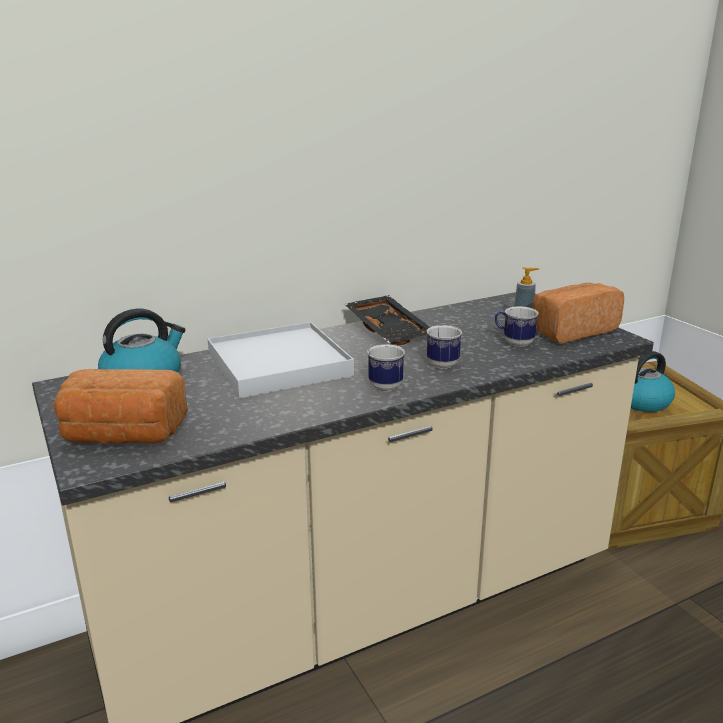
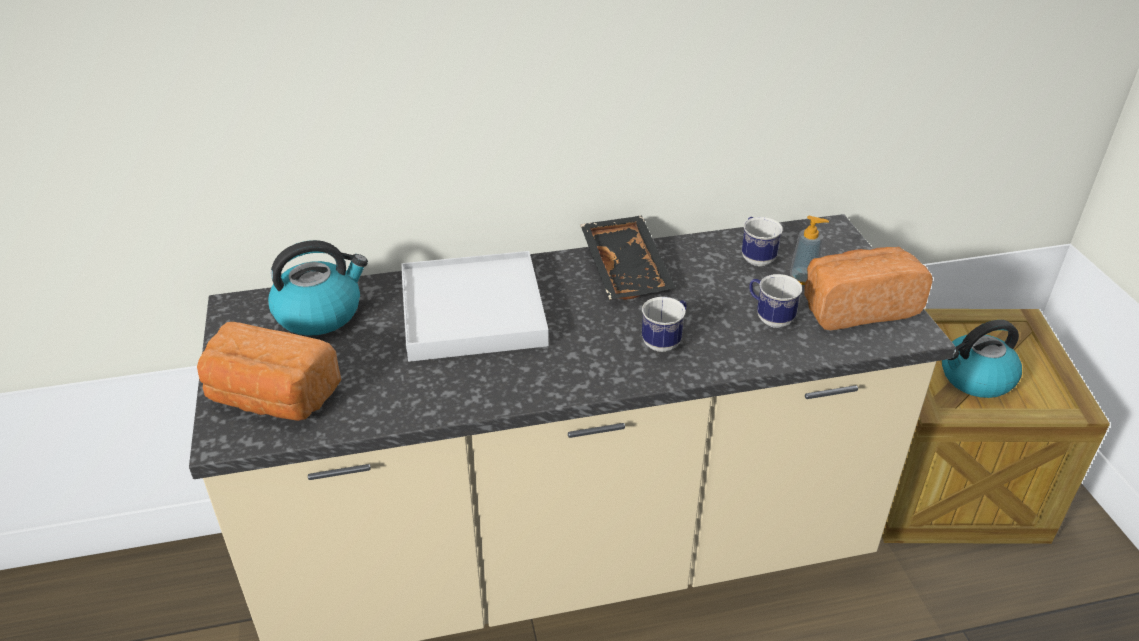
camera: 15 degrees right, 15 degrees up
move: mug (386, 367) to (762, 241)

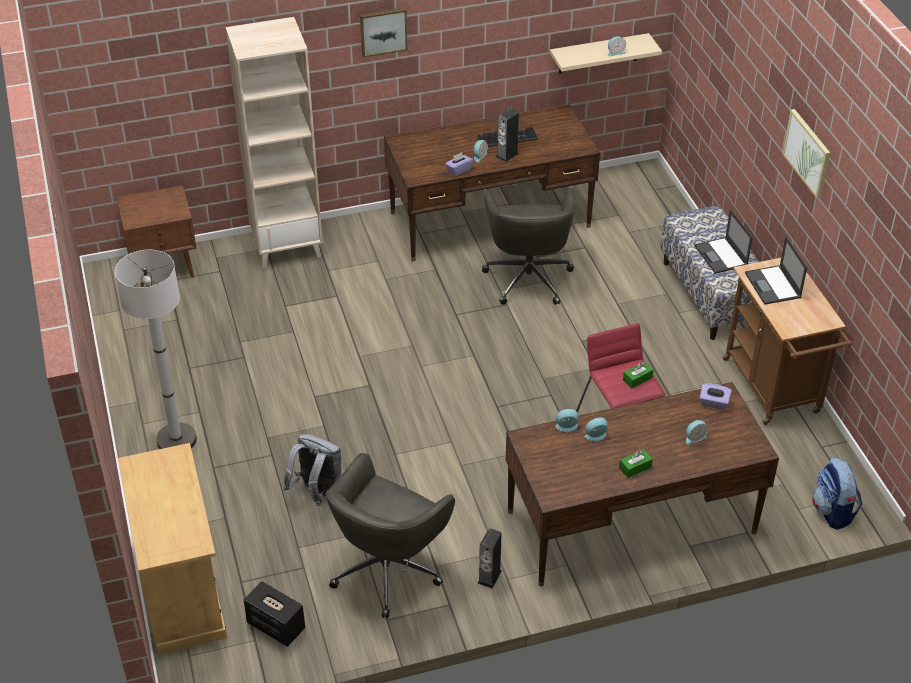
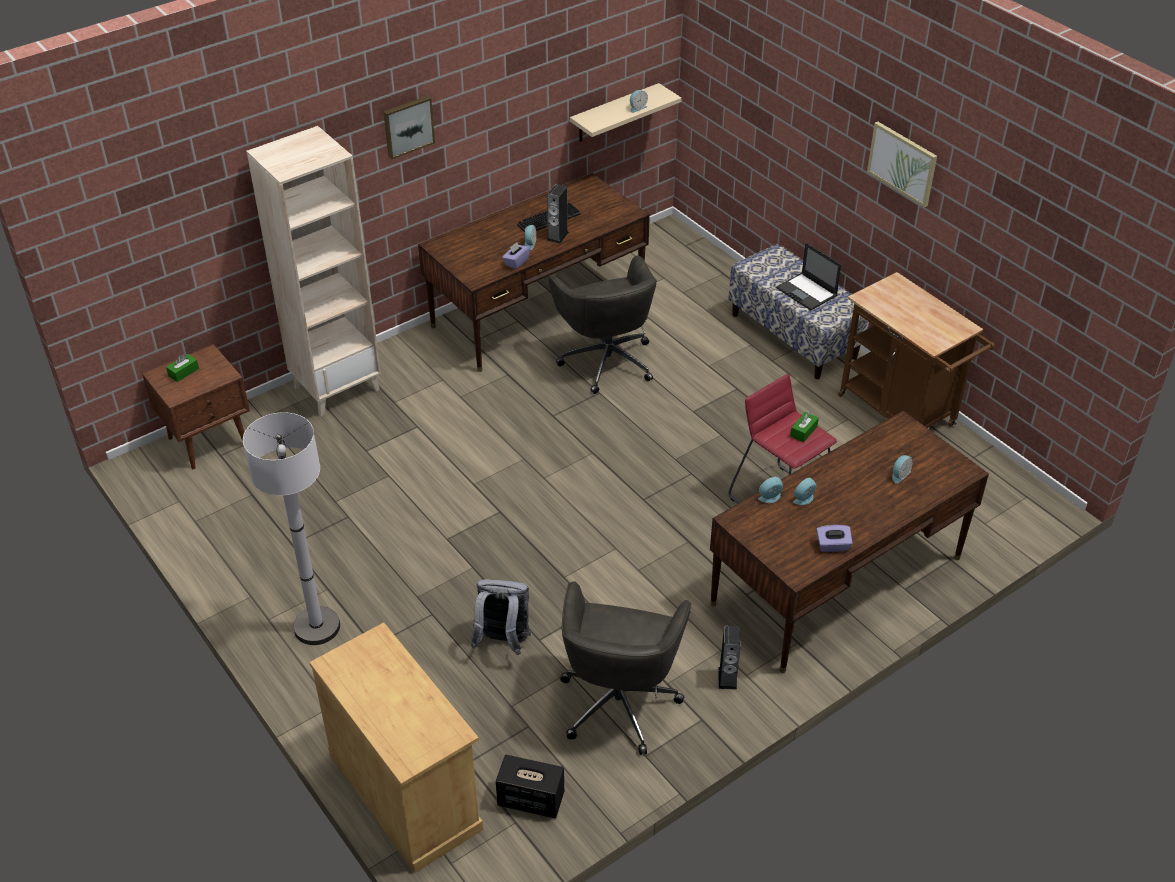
camera: 20 degrees left, 0 degrees up
delete: laptop (776, 270); backpack (837, 493)
move: tissue box in purple (716, 396) to (834, 538); tissue box in green (636, 463) to (182, 368)

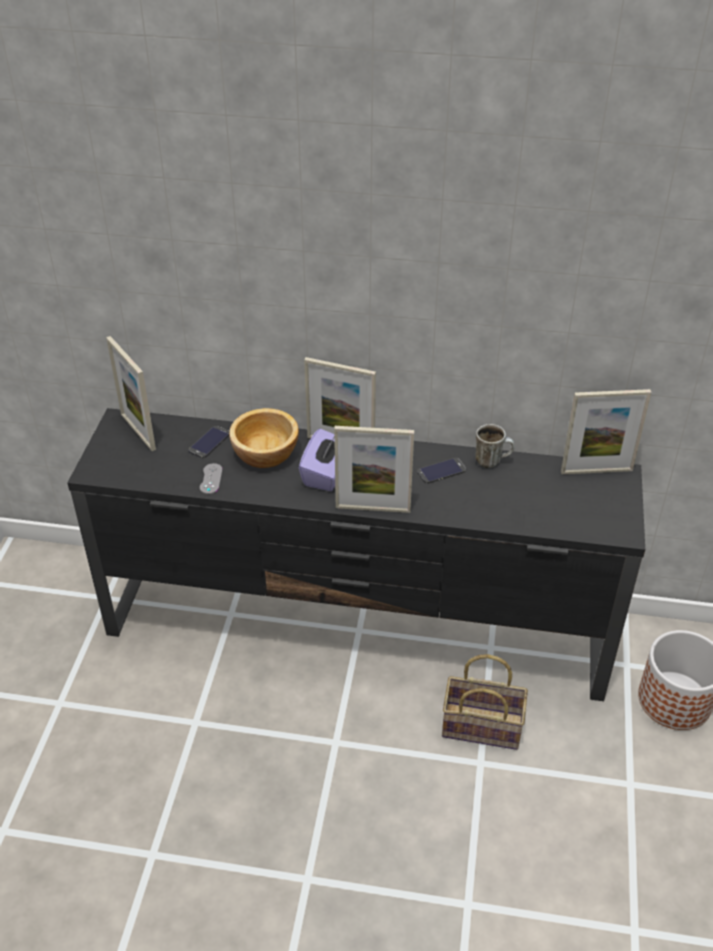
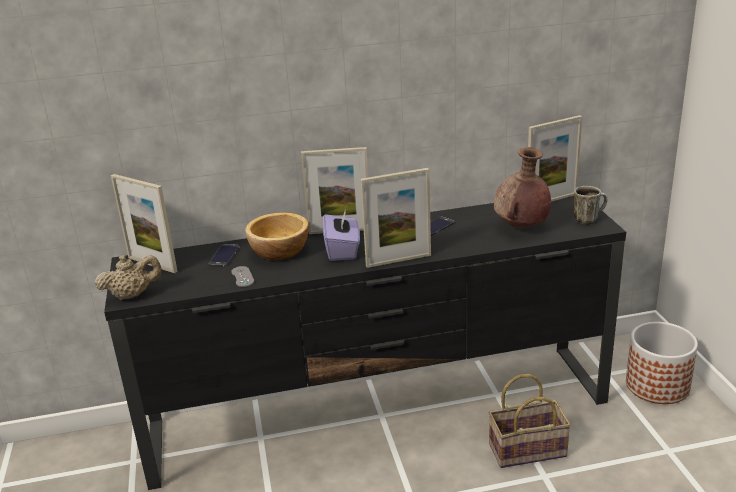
camera: 20 degrees left, 15 degrees down
insert: vase in brown (522, 187); teapot in beige (128, 277)
move: mug (495, 446) to (590, 205)

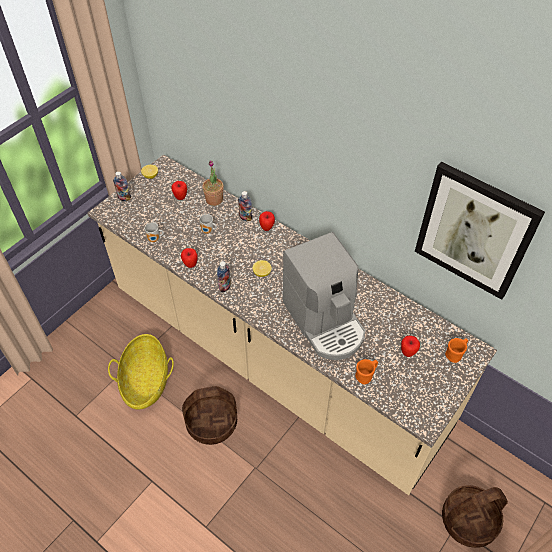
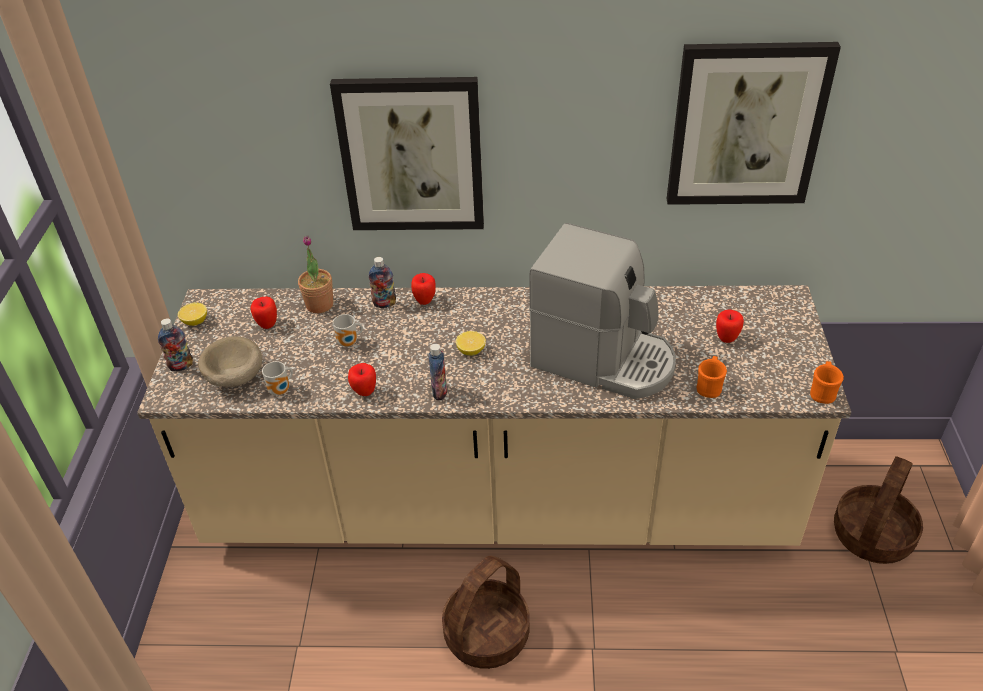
camera: 35 degrees left, 10 degrees down
delete: basket (141, 372)
insert: picture (407, 153); bowl in beige (230, 361)
move: mug in orange (456, 350) to (827, 382)

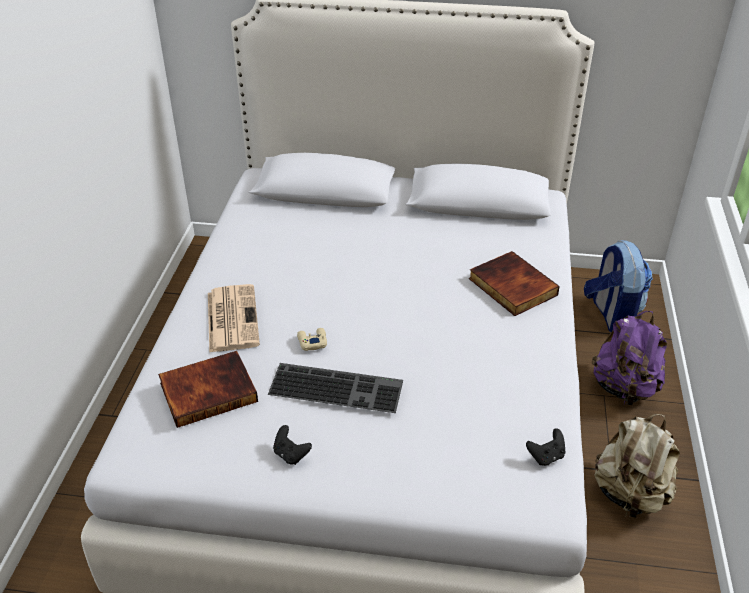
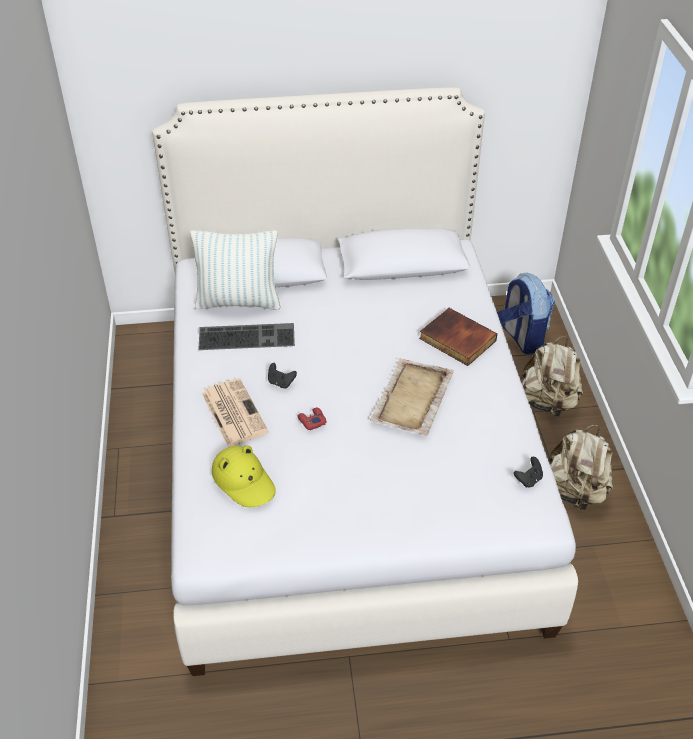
camera: 15 degrees left, 5 degrees up
insert: pillow (235, 270); tray in beige (412, 397)
move: keyboard (335, 388) to (246, 336); game controller in black (292, 445) to (282, 375)
replace: book (208, 389) to hat in yellow (244, 476)
recolor: backpack in purple (629, 358) to backpack in beige (551, 376); game controller in beige (312, 339) to game controller in red (311, 419)

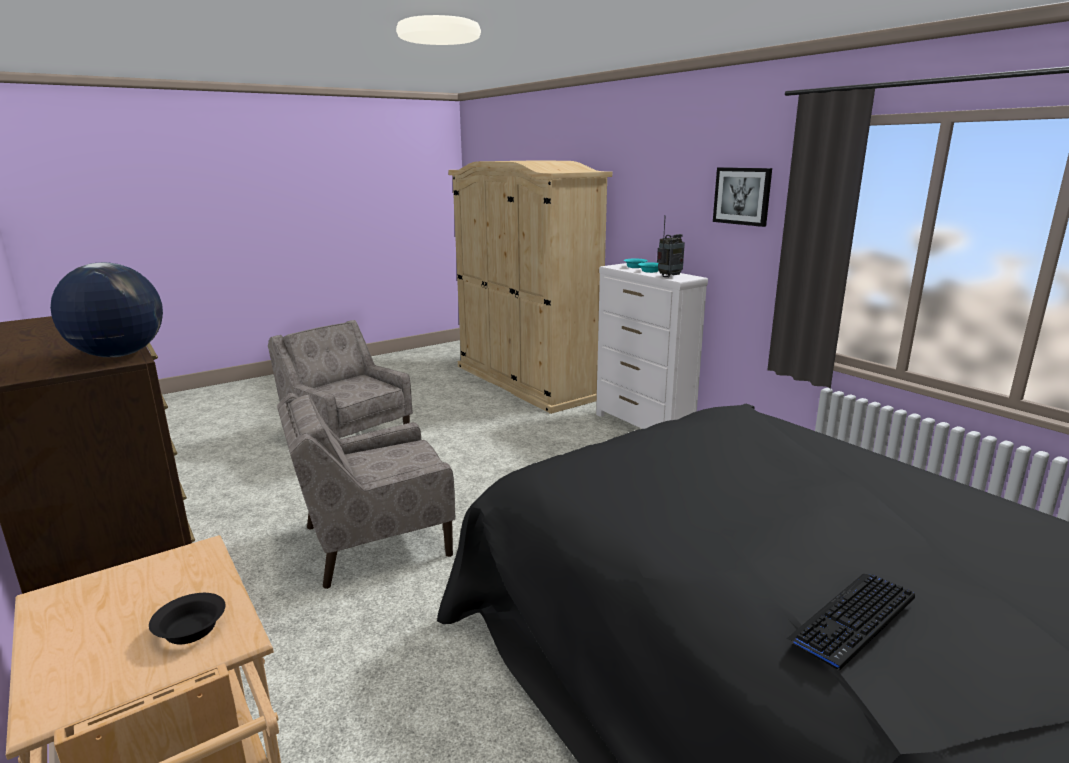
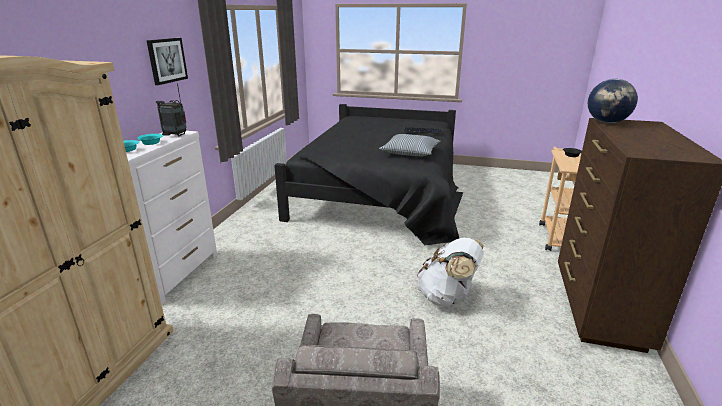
camera: 130 degrees left, 5 degrees up
insert: pillow (409, 145)
replace: armchair in beige (366, 491) to backpack in white (450, 272)

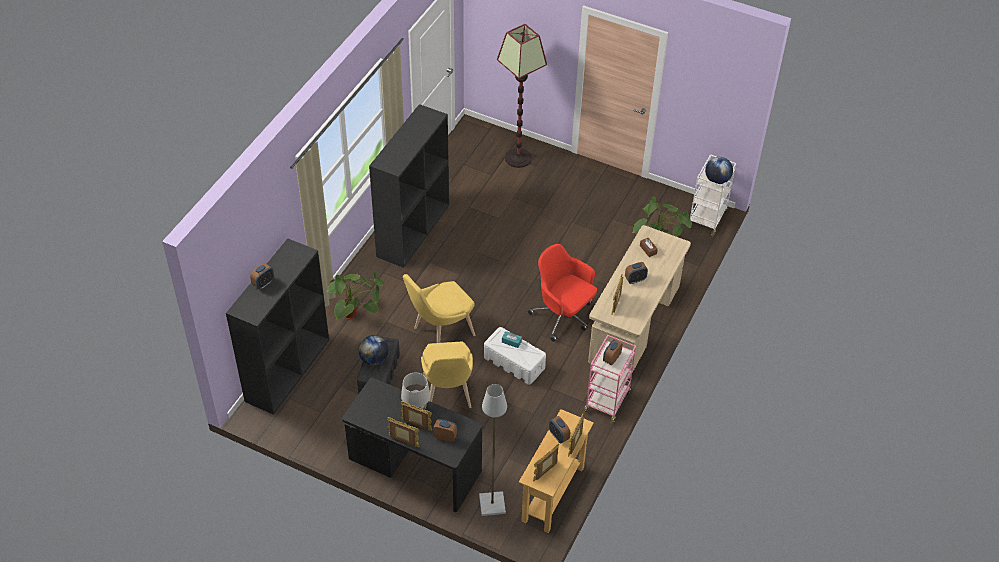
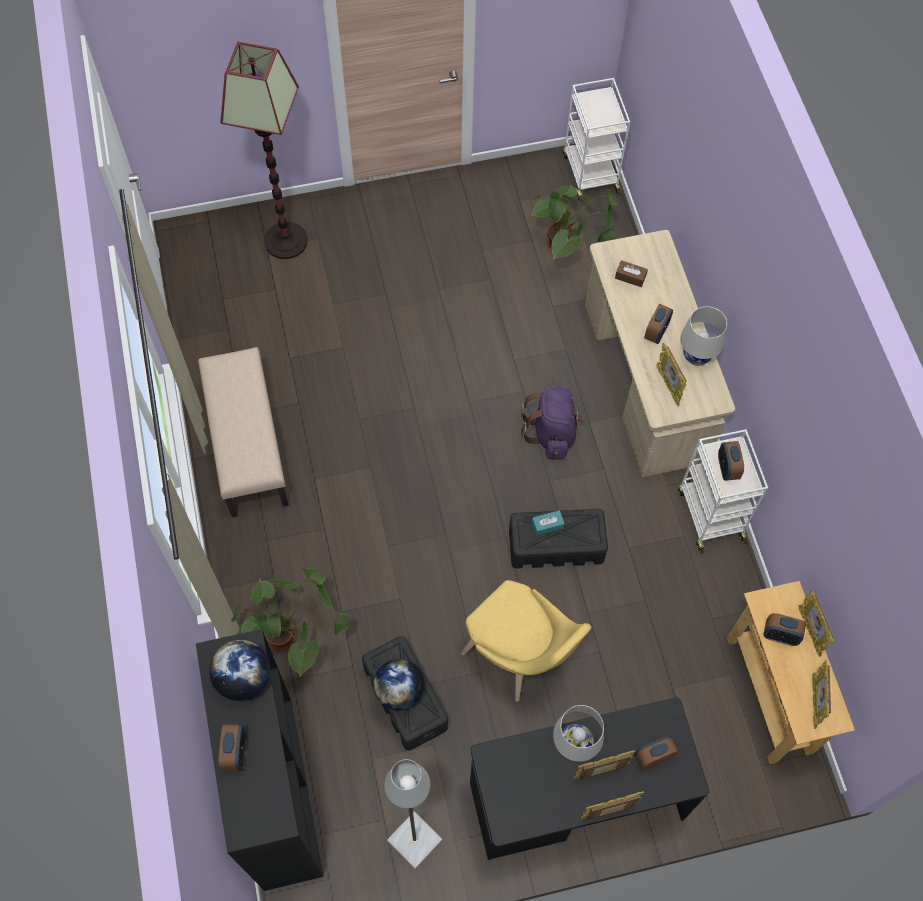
camera: 40 degrees left, 15 degrees up
delete: chair in yellow (439, 308)
insert: table lamp in white (703, 335)
move: globe (719, 170) to (239, 670); floor lamp in grey (493, 450) to (413, 814)
replace: bookcase in black (409, 186) to bench in beige (243, 432); office chair in red (562, 293) to backpack in purple (552, 423)
recolor: storage box in white (515, 356) to storage box in black (558, 539); cart in pink (609, 380) to cart in white (723, 491)

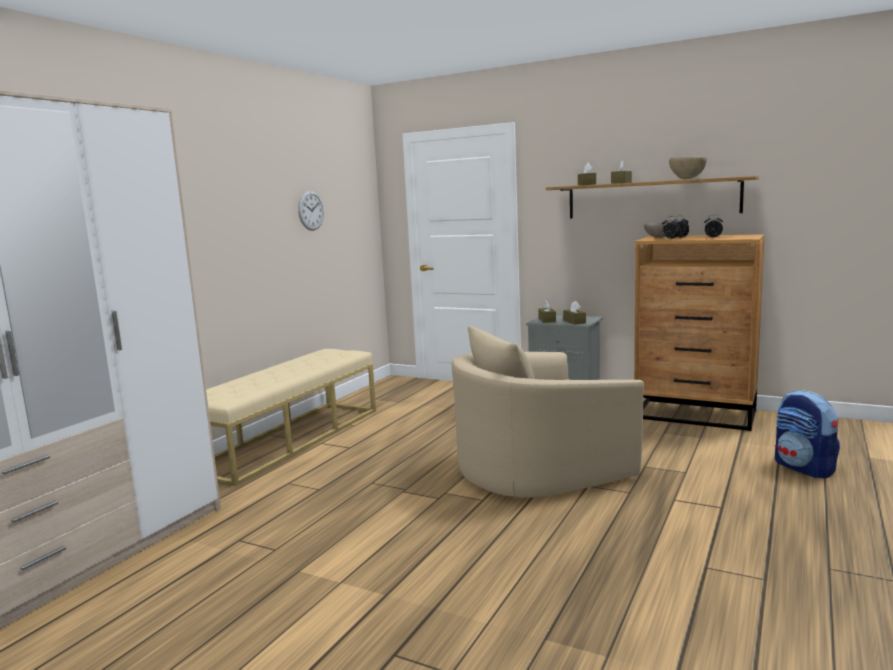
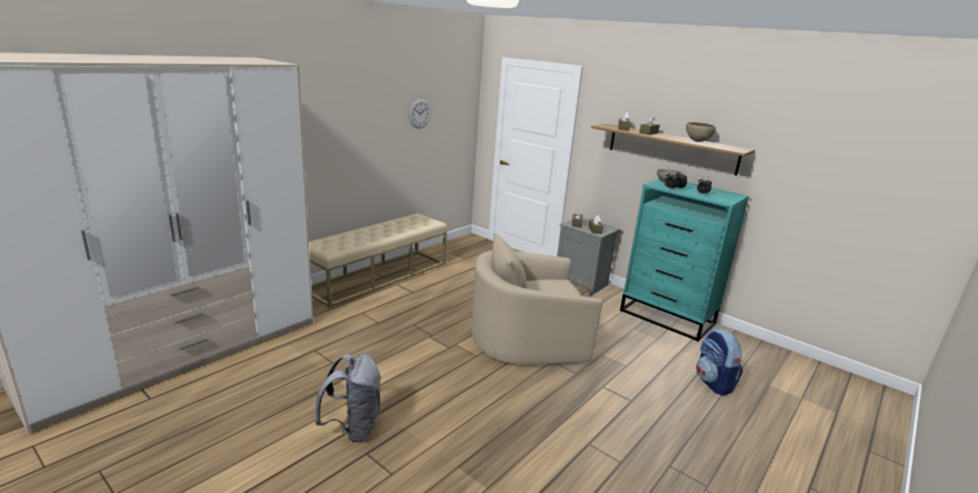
camera: 10 degrees right, 10 degrees up
insert: backpack in grey (348, 398)
recolor: dresser in brown (699, 332) to dresser in turquoise (684, 260)

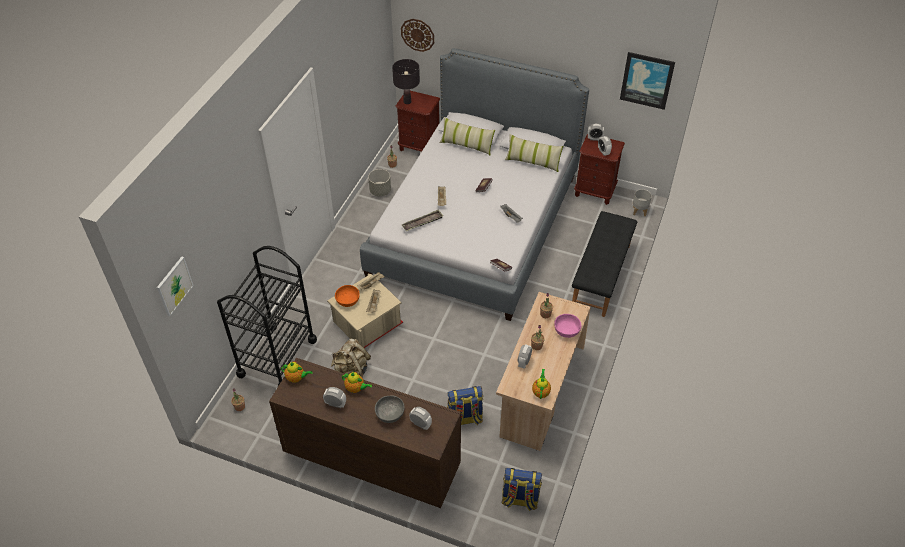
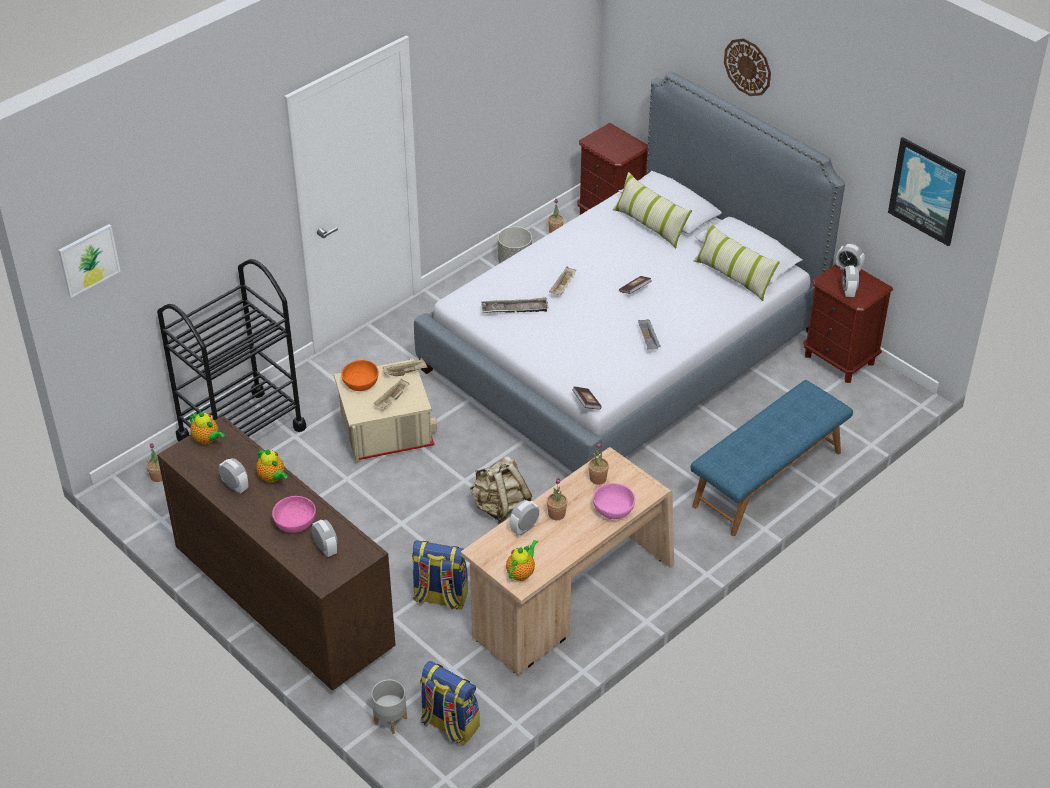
camera: 25 degrees right, 5 degrees down
delete: table lamp in black (406, 81)
move: wall clock (417, 35) to (747, 67); planter in grey (642, 202) to (389, 707); backpack in beige (351, 358) to (501, 490)
recolor: bench in black (604, 264) to bench in blue (772, 458); bowl in grey (390, 409) to bowl in pink (294, 514)

